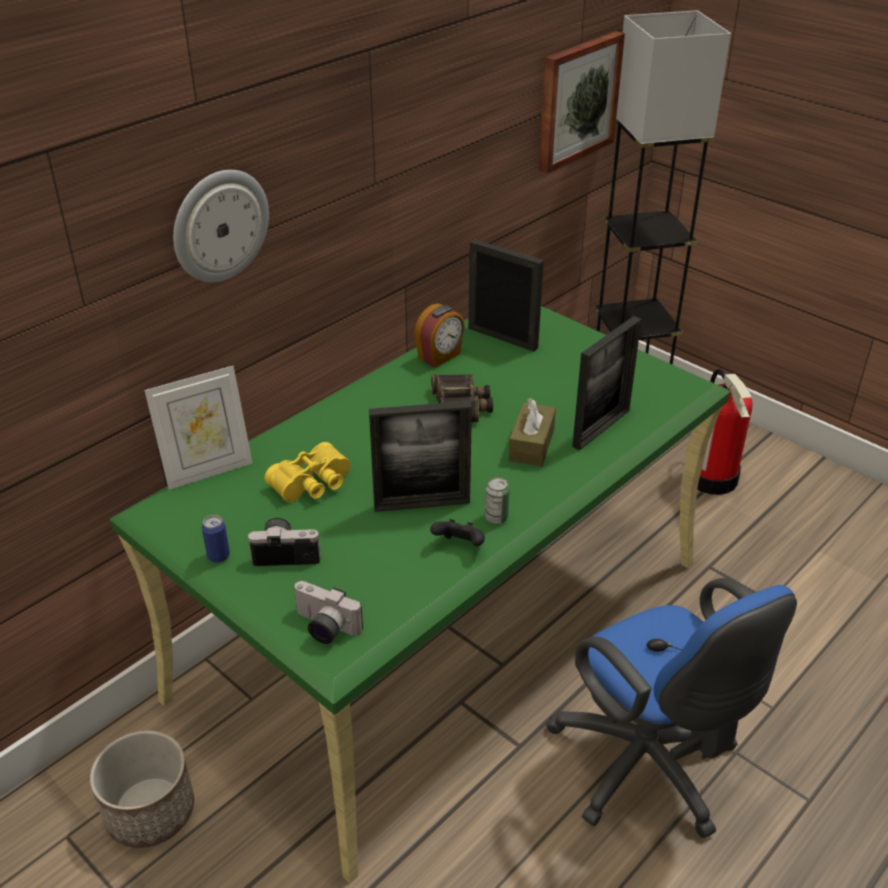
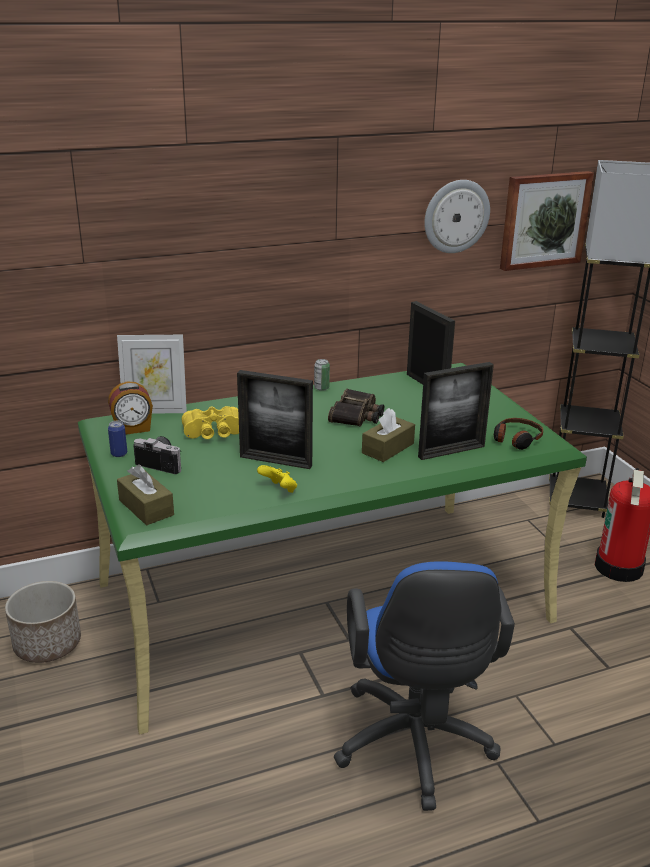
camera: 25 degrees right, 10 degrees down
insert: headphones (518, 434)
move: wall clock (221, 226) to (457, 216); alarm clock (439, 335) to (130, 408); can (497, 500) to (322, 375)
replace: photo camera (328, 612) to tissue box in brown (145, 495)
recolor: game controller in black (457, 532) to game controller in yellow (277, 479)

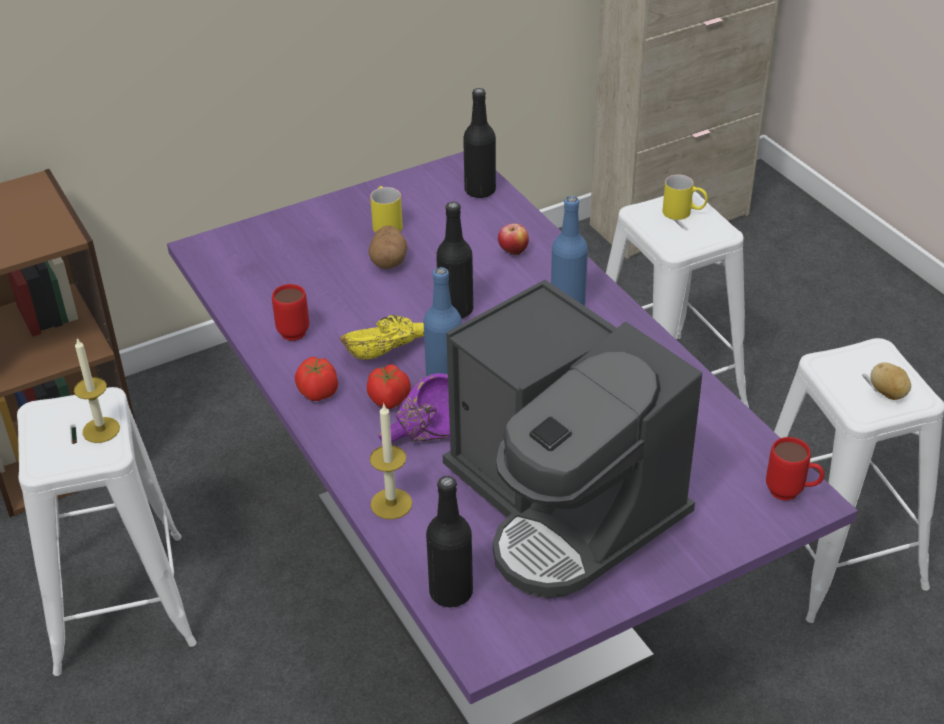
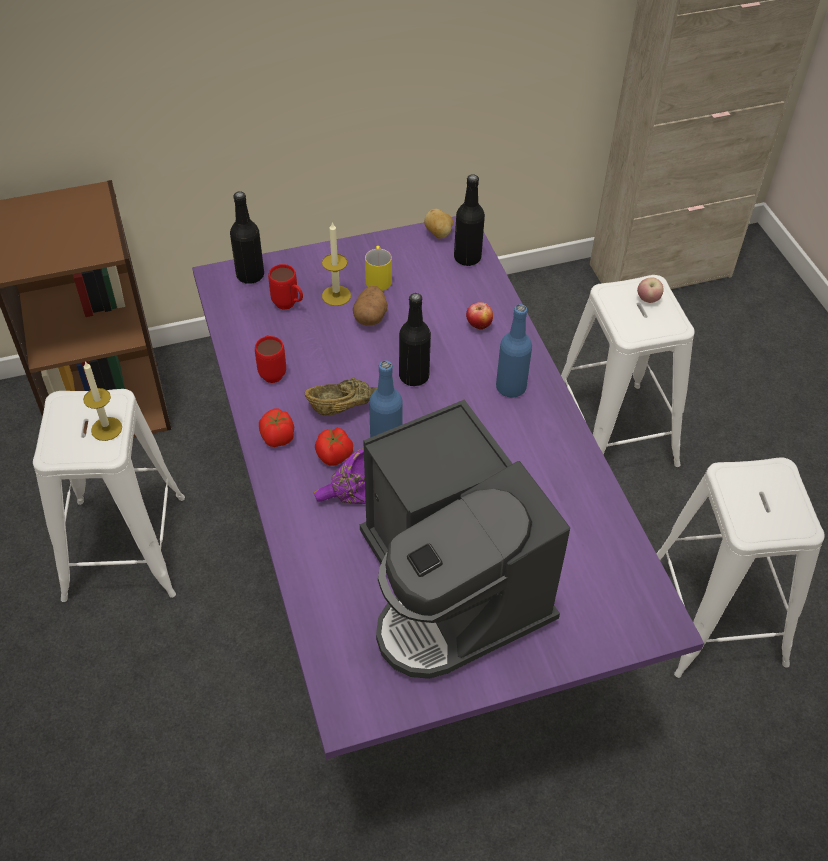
camera: 10 degrees right, 10 degrees up
move: potato (890, 381) to (438, 224); candle (391, 461) to (336, 264); mug in red (795, 469) to (285, 287); bottle in black (449, 541) to (247, 237)
replace: mug in yellow (685, 197) to apple (650, 290)
recolor: bowl in yellow (382, 337) to bowl in brown (341, 396)

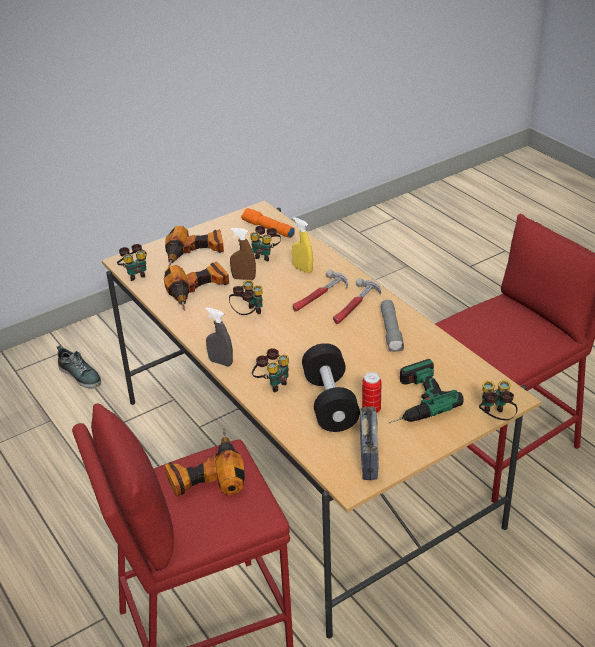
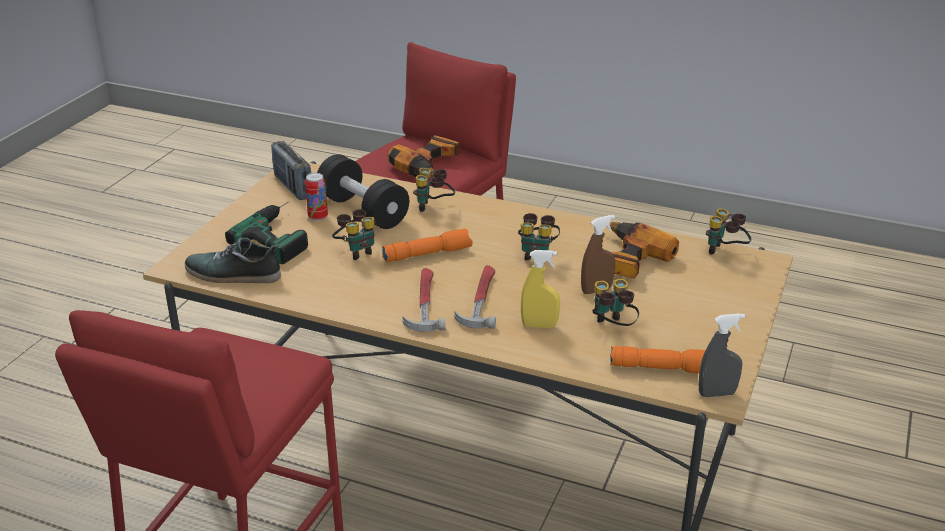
camera: 145 degrees right, 5 degrees down
delete: power drill (194, 246); flashlight in grey (392, 326)
insert: flashlight in orange (427, 245)
move: spray bottle in grey (219, 336) to (722, 355); shoe (79, 366) to (233, 260); binoculars (498, 400) to (353, 234)

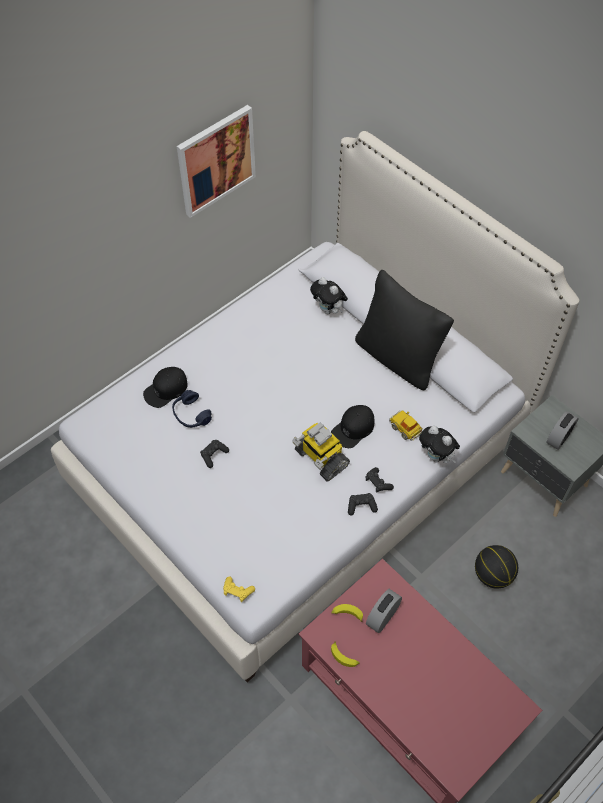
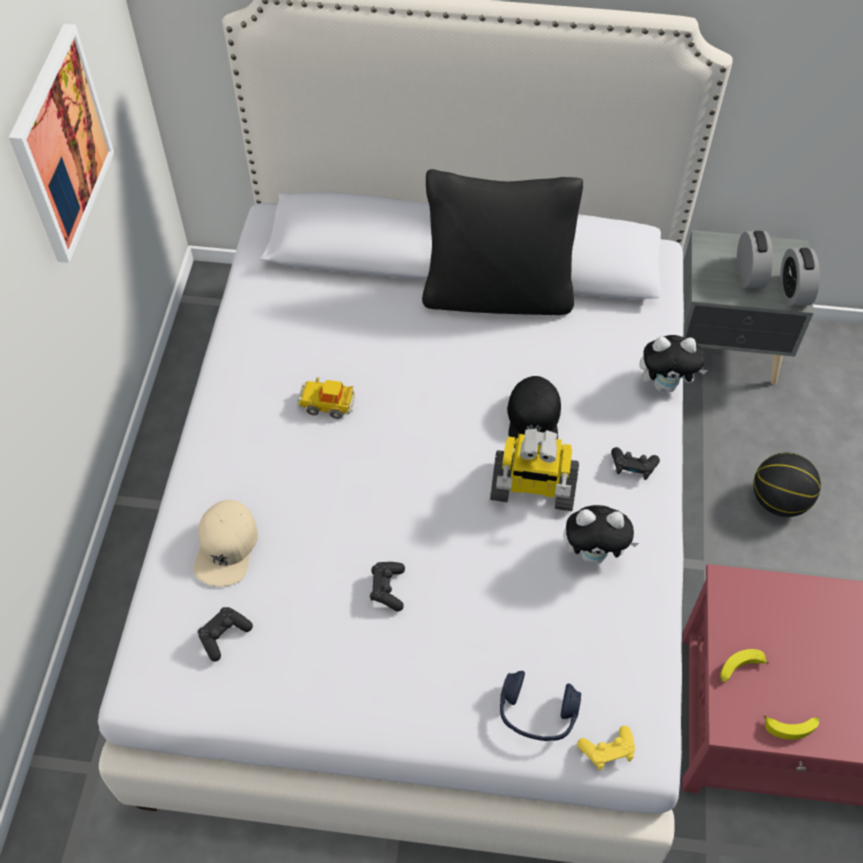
camera: 40 degrees left, 0 degrees up
move: plush toy (329, 295) to (601, 534); headphones in blue (192, 409) to (540, 706); toy car (405, 425) to (326, 398); game controller in black (363, 504) to (225, 634); alarm clock (384, 611) to (800, 277)
recolor: cap in black (165, 387) to cap in beige (226, 543)

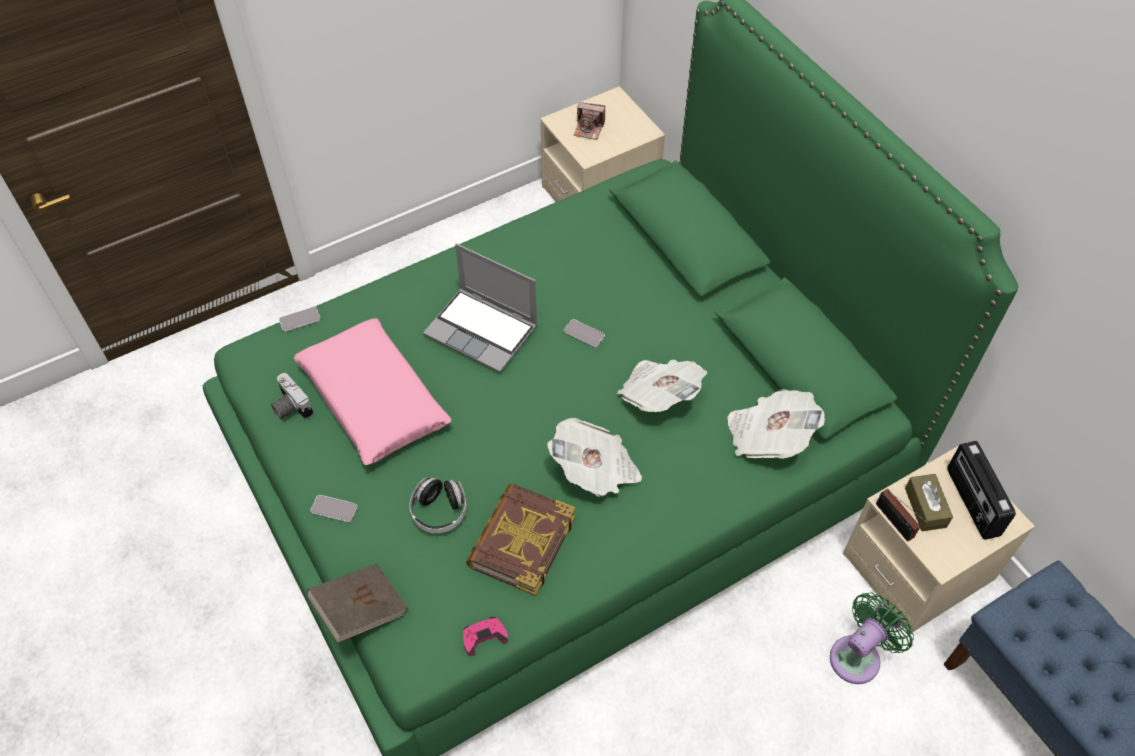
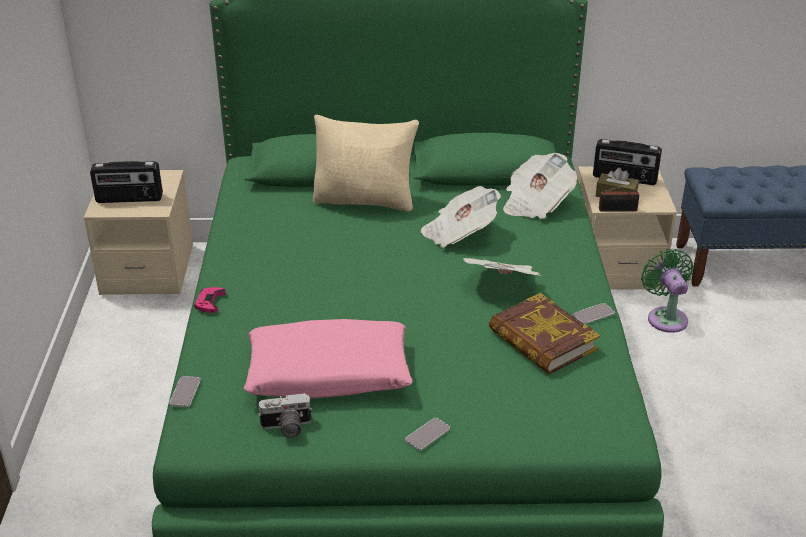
camera: 60 degrees left, 20 degrees down
delete: laptop (480, 308); headphones (438, 505); book in brown (357, 603)
insert: pillow in beige (366, 163)
move: phone (584, 333) to (594, 314); game controller in pink (485, 636) to (210, 300)
replace: photo camera (589, 121) to radio (126, 182)

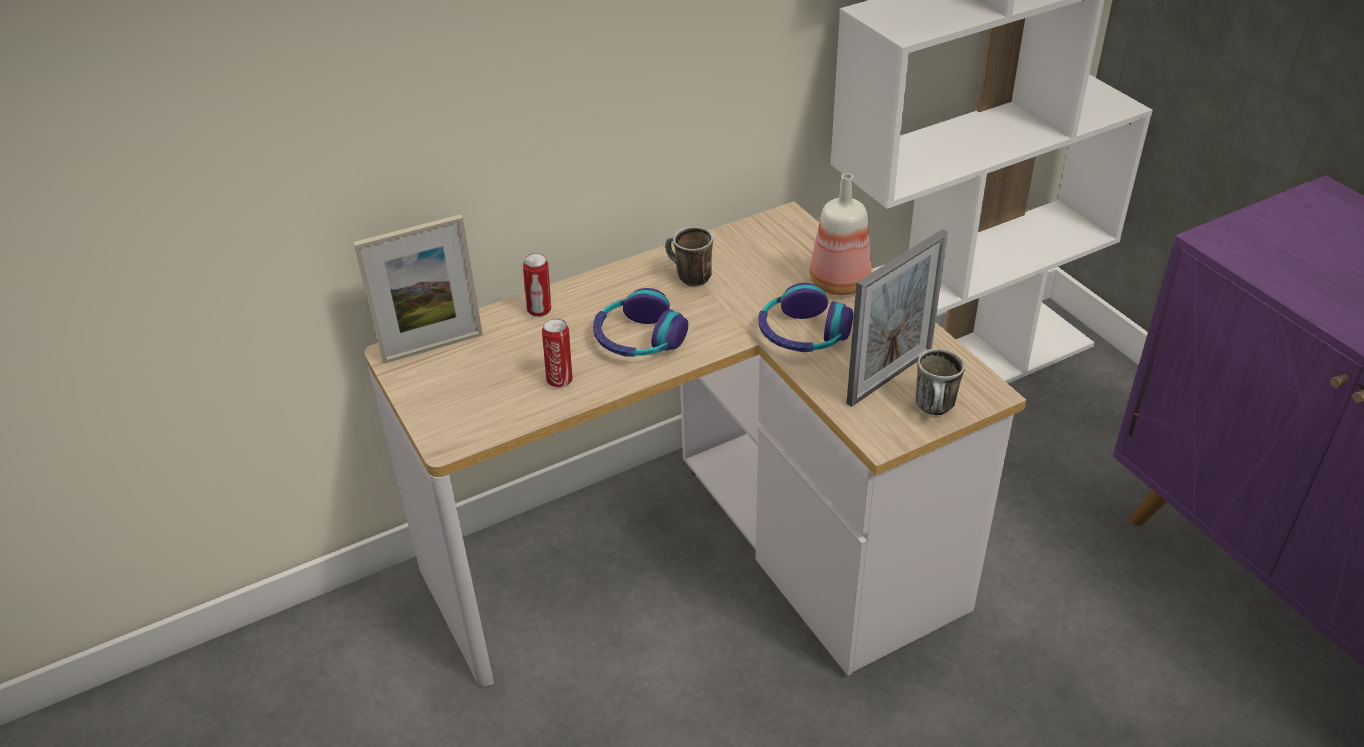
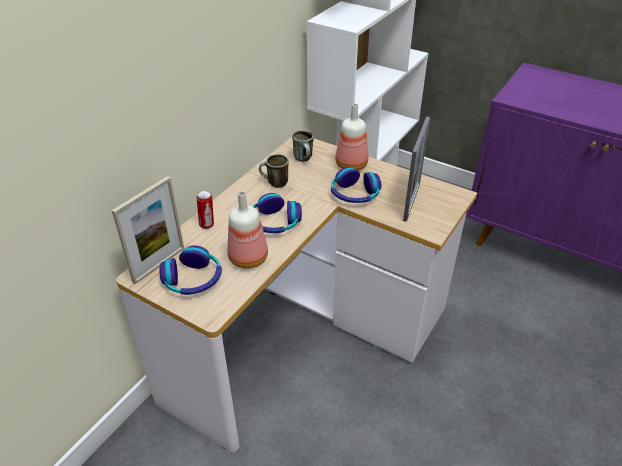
camera: 30 degrees left, 0 degrees up
insert: headphones (190, 270)
move: mug (940, 381) to (303, 146)
replace: can (557, 353) to bottle (247, 230)

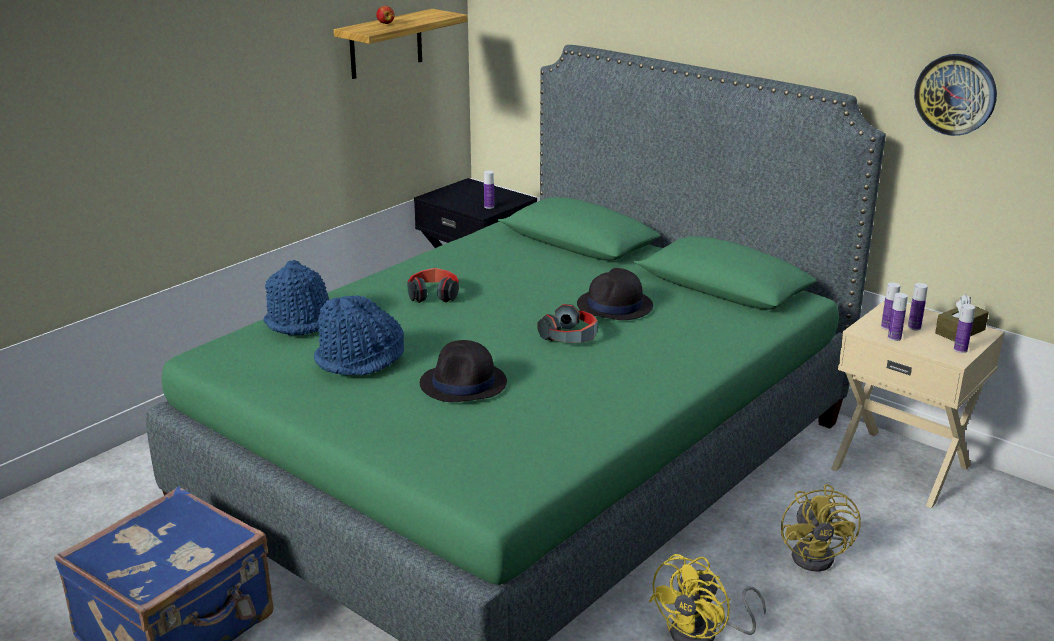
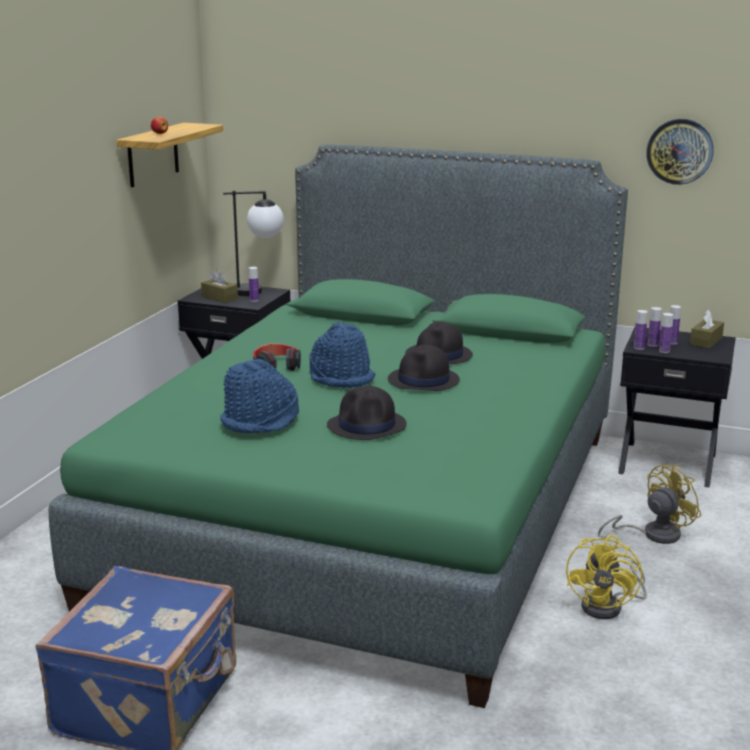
camera: 20 degrees left, 5 degrees down
insert: table lamp (253, 243); tissue box in brown (219, 286)
move: hat in blue (296, 297) to (343, 355); bottle (964, 328) to (641, 330)
replace: headphones (567, 323) to hat in black (424, 368)
recolor: nightstand in beige (917, 404) to nightstand in black (677, 407)
rotate: fan in yellow (821, 528) = (650, 504) 105 degrees counterclockwise

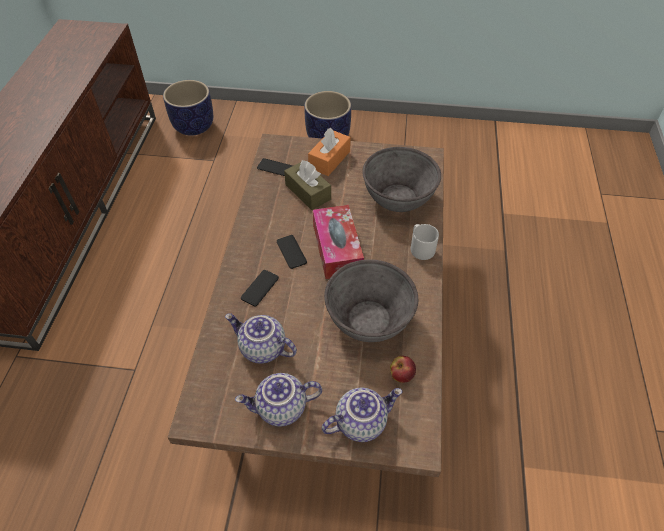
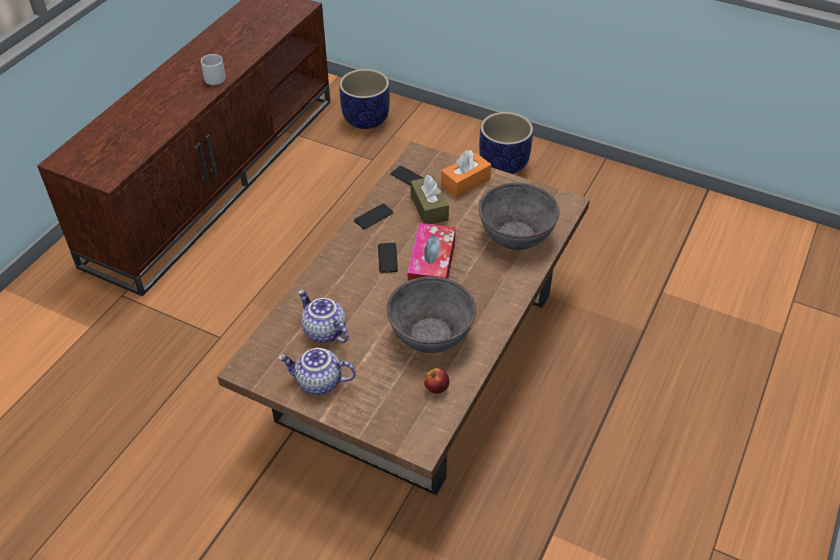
camera: 20 degrees right, 5 degrees down
delete: teapot (362, 415)
move: mug in grey (425, 242) to (213, 69); phone (260, 288) to (373, 216)

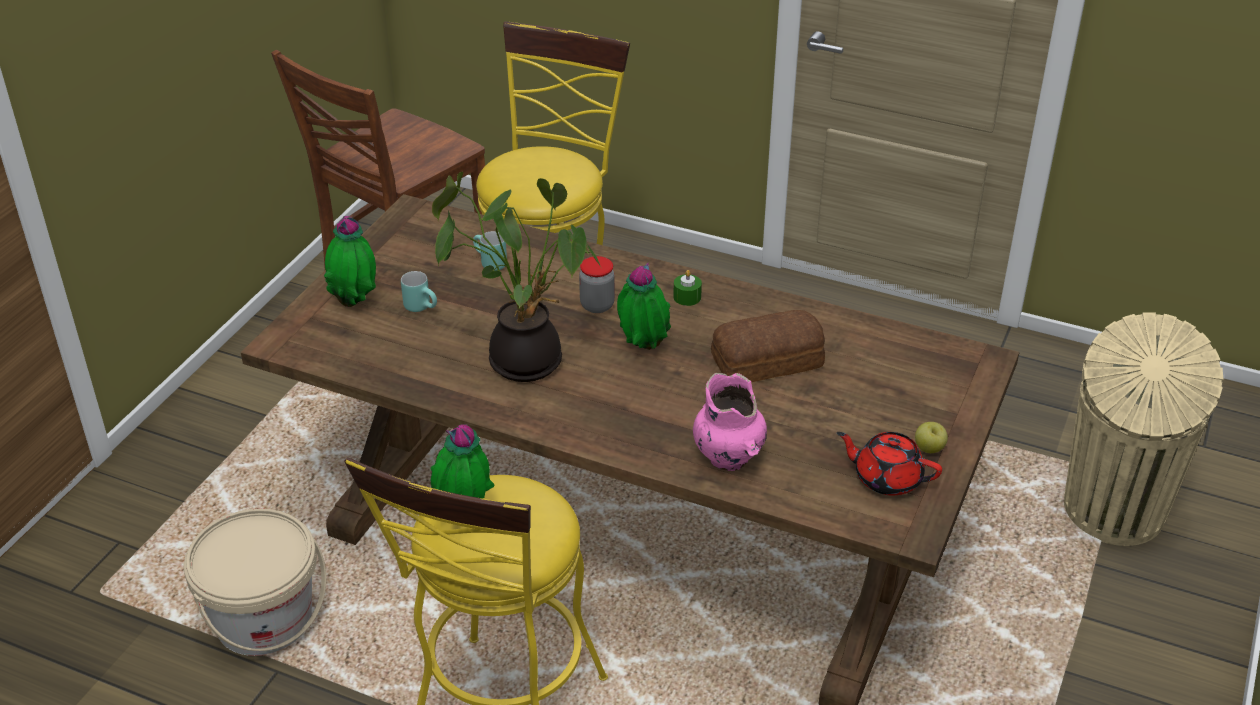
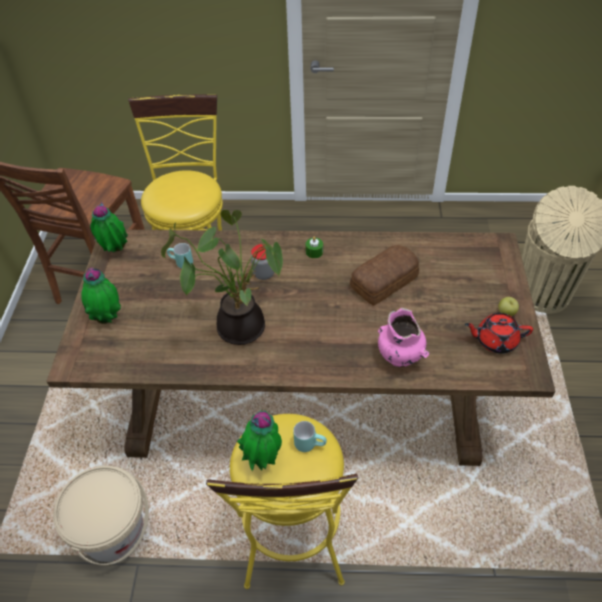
camera: 20 degrees left, 10 degrees up
move: potted plant (644, 306) to (109, 227); mug in turquoise (419, 291) to (310, 436)

